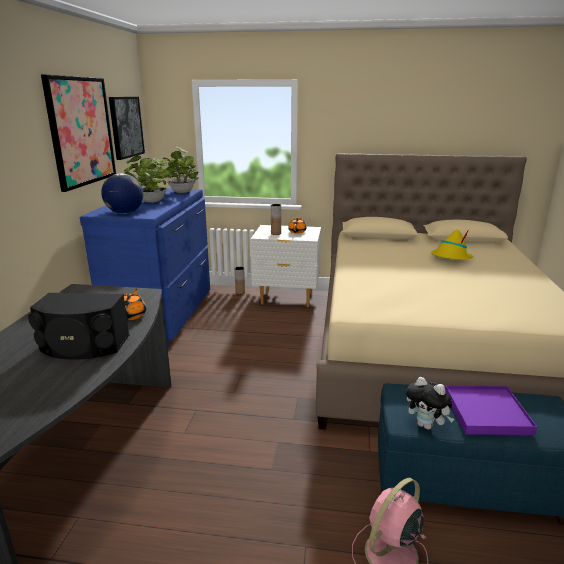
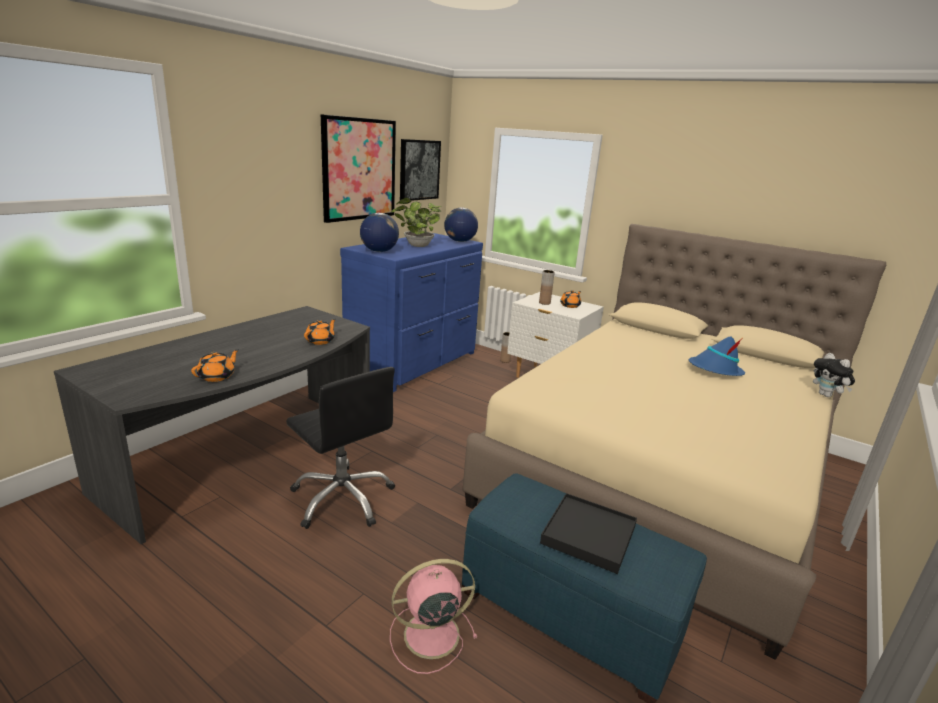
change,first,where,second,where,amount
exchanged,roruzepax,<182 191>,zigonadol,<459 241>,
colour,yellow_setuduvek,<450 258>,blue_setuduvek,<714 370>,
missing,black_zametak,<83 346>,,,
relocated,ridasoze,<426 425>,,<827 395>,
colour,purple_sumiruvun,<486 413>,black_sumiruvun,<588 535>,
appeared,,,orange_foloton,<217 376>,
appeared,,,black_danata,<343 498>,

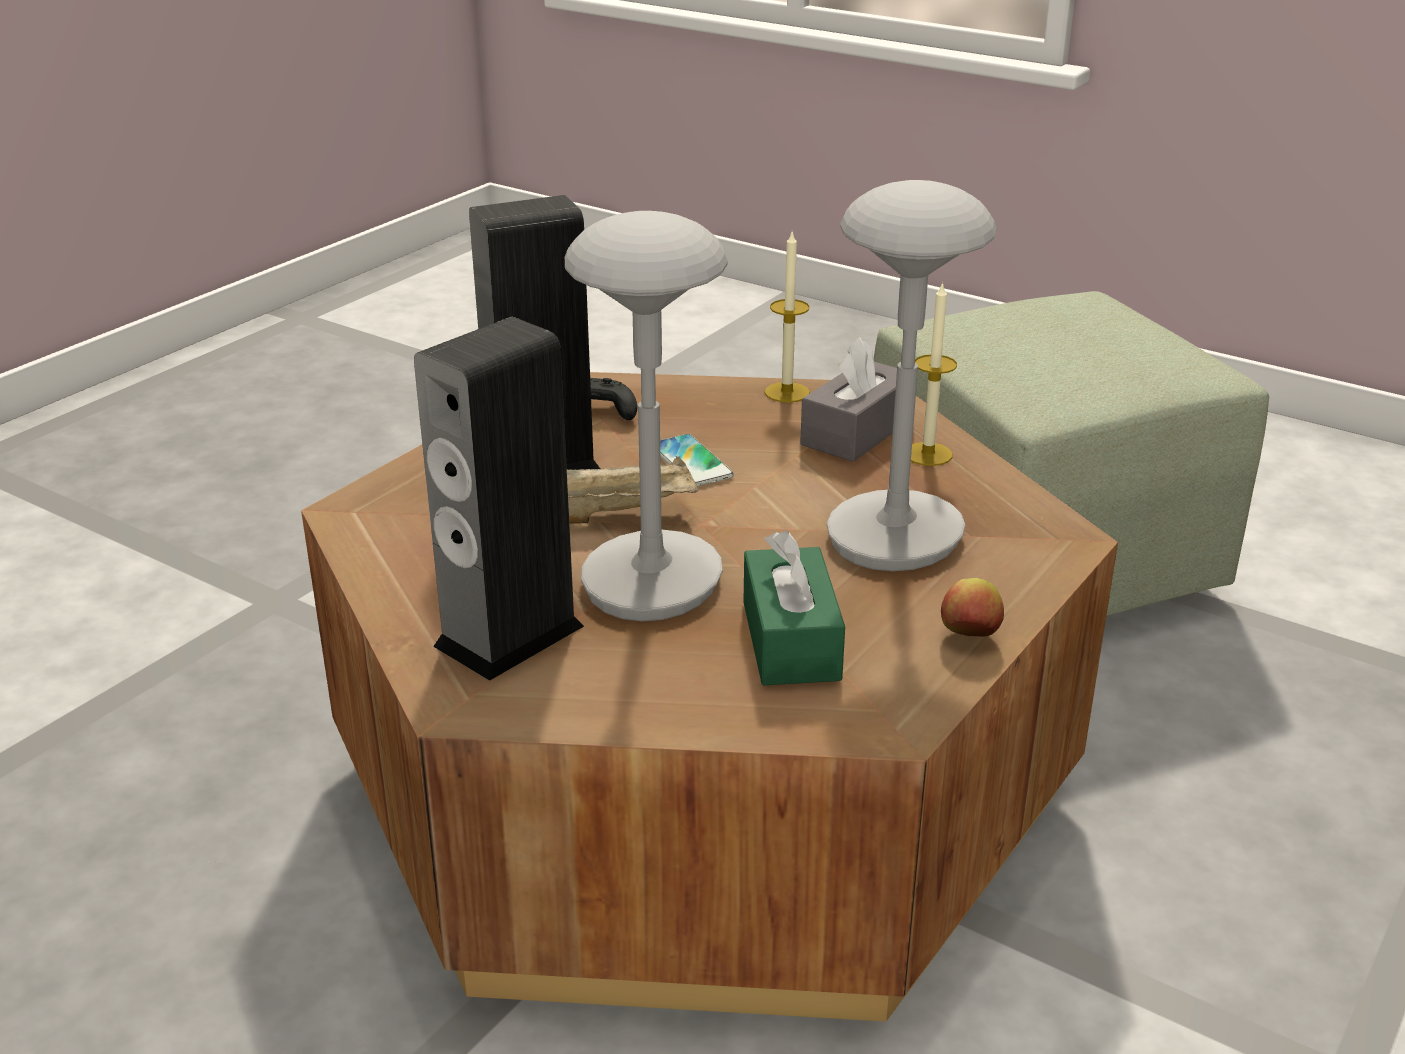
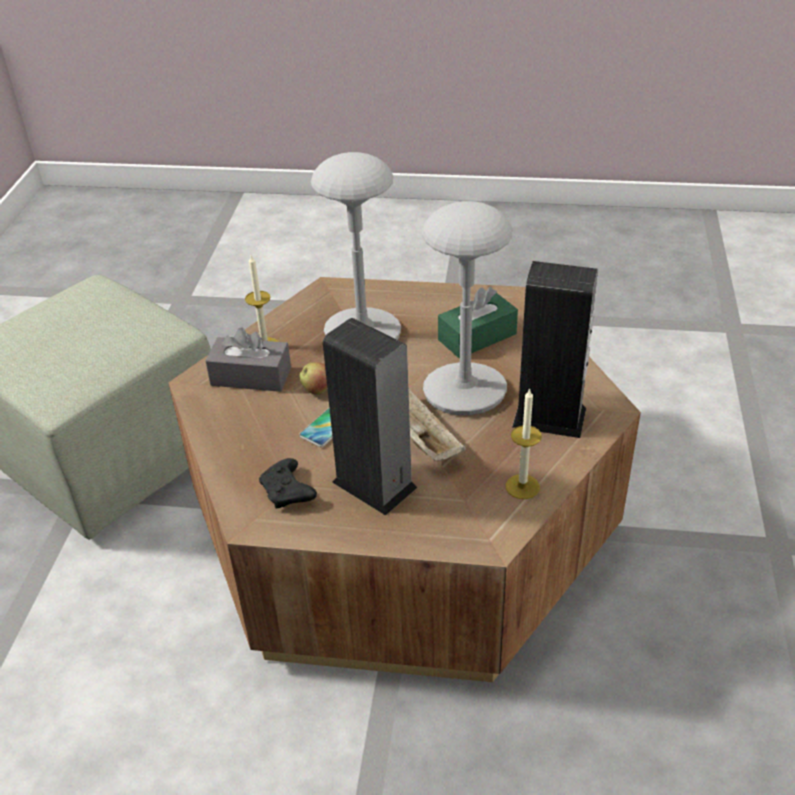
change,first,where,second,where,amount
relocated,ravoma,<787 392>,,<522 486>,
relocated,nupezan,<969 636>,,<317 390>,

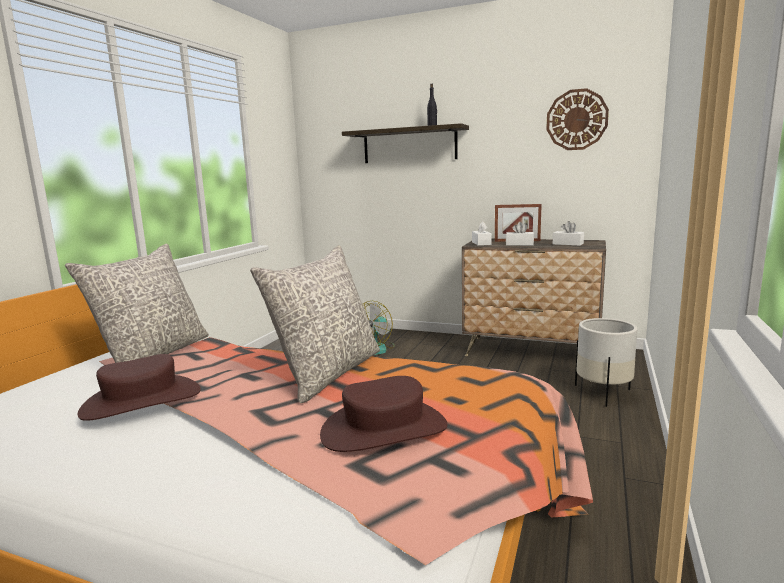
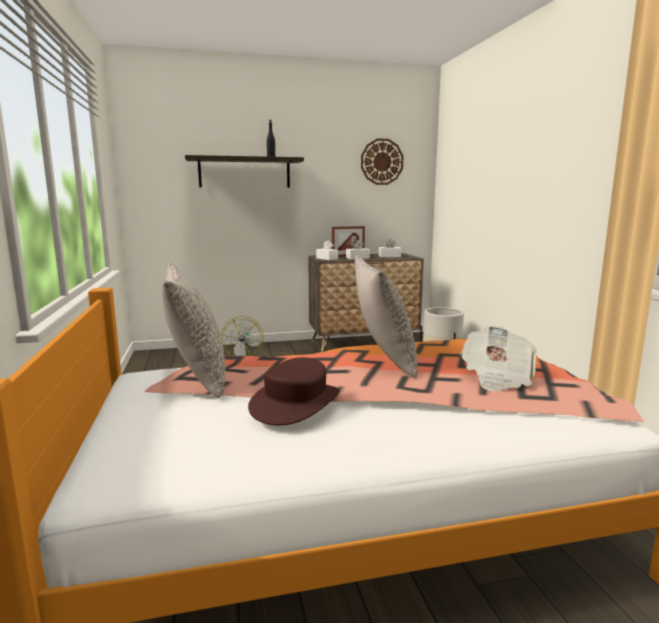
change,first,where,second,where,amount
exchanged,brown_setuduvek,<384 429>,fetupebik,<496 378>,

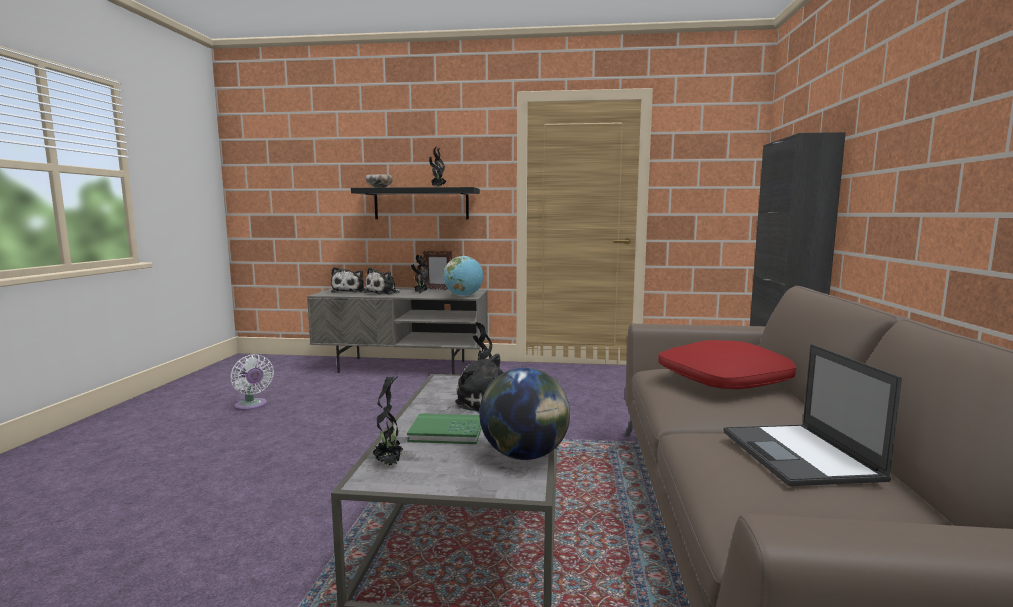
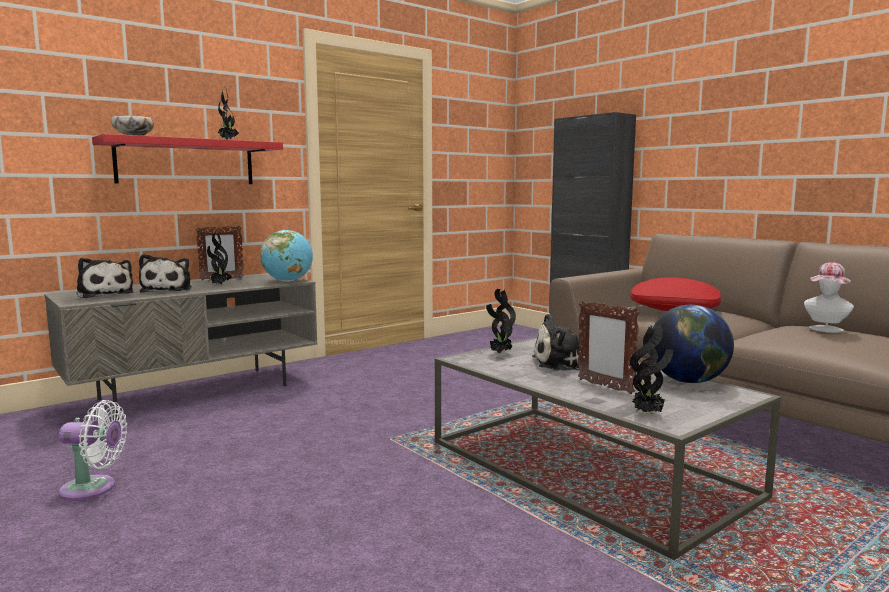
change,first,where,second,where,amount
colour,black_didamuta,<421 204>,red_didamuta,<186 162>,
exchanged,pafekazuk,<800 455>,setuduvek,<825 330>,
exchanged,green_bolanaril,<446 432>,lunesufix,<604 386>,

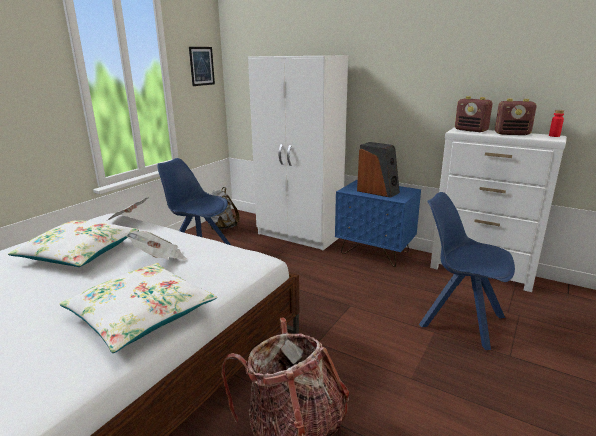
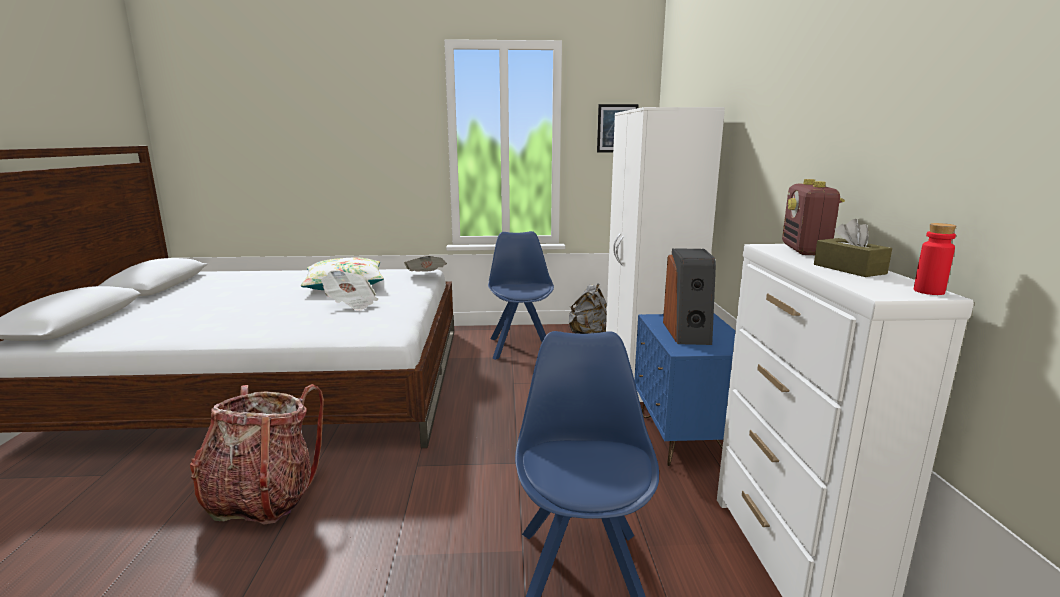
change,first,where,second,where,amount
exchanged,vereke,<512 134>,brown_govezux,<849 269>,
missing,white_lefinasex,<141 315>,,,

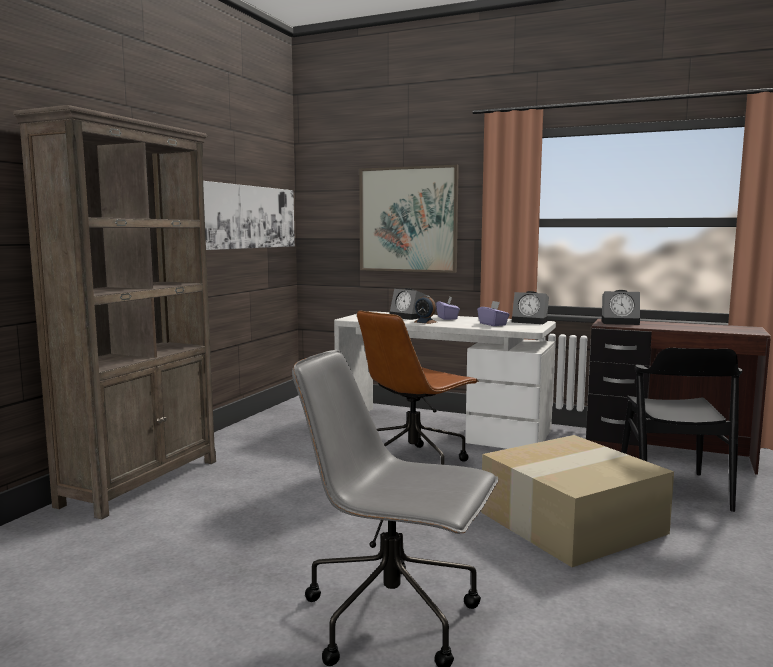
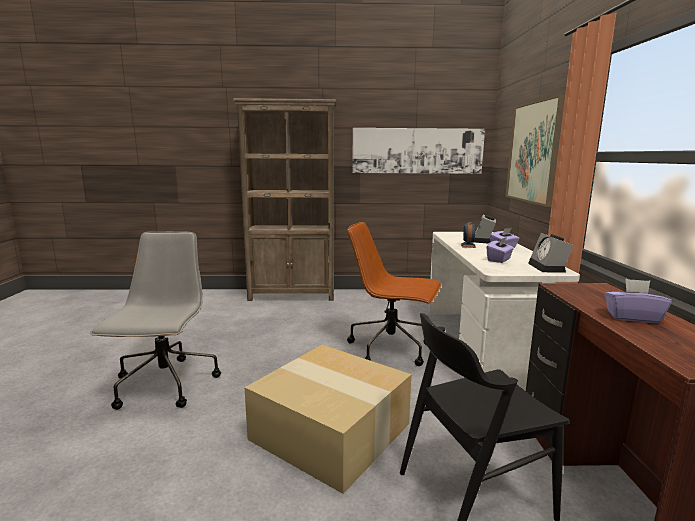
change,first,where,second,where,amount
missing,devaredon,<621 322>,,,
appeared,,,purple_govezux,<632 317>,

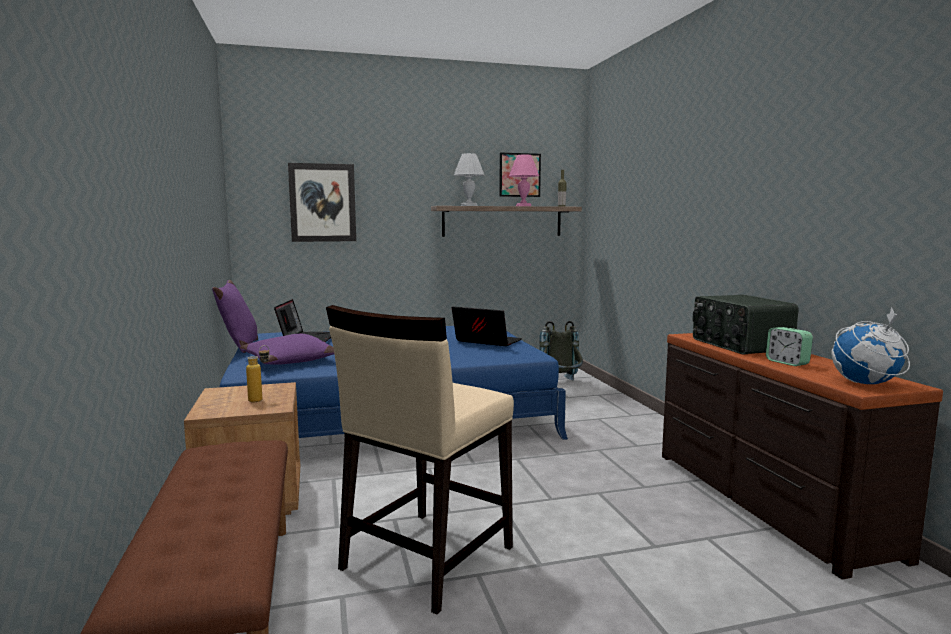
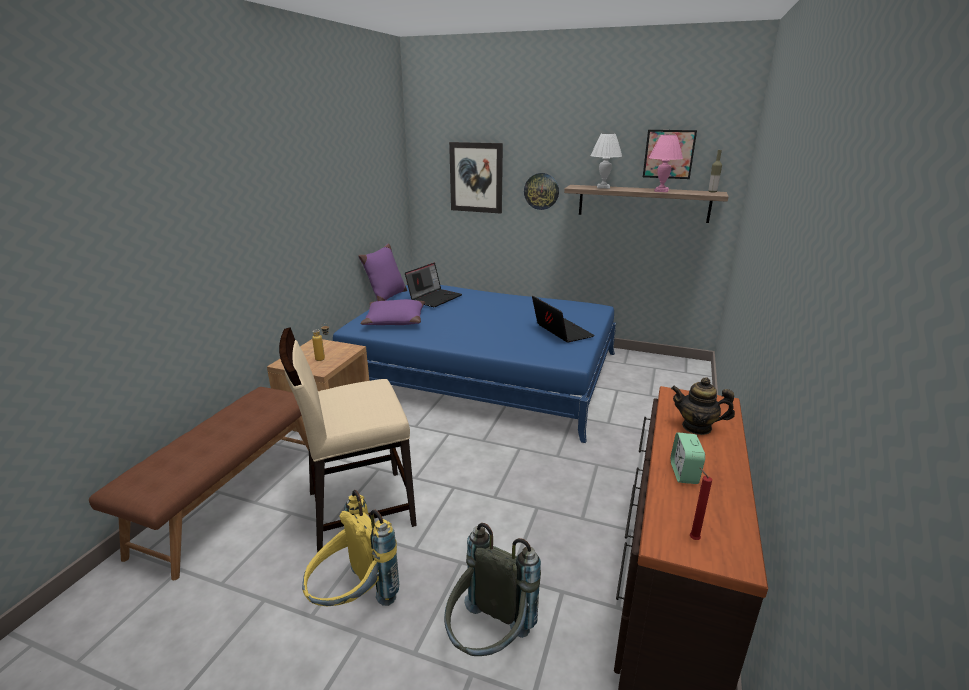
change,first,where,second,where,amount
exchanged,vereke,<739 345>,foloton,<697 427>,
exchanged,zigonadol,<865 383>,red_ravoma,<692 538>,
relocated,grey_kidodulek,<561 384>,,<488 641>,
appeared,,,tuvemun,<541 191>,
appeared,,,yellow_kidodulek,<353 600>,

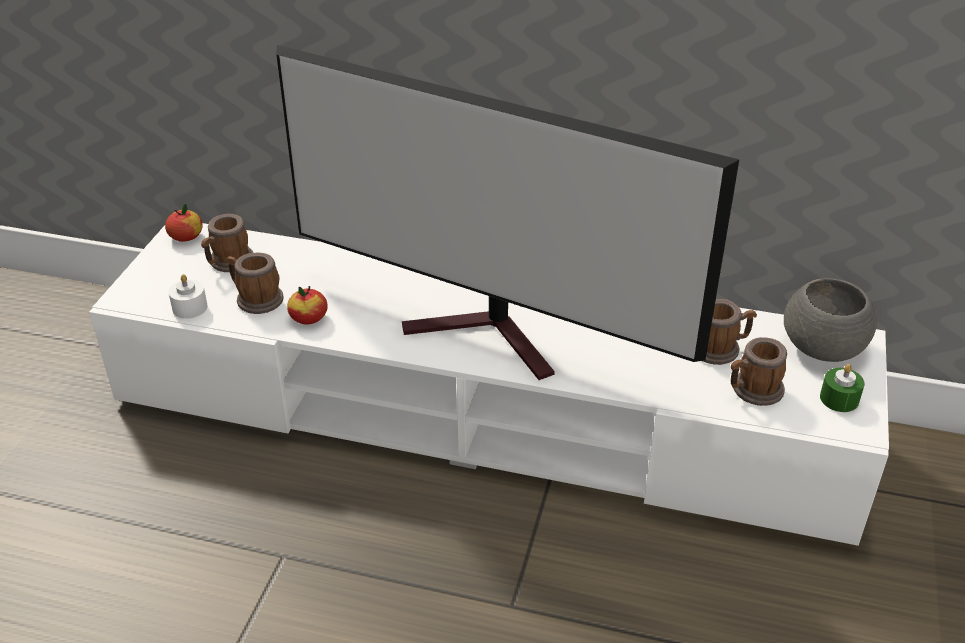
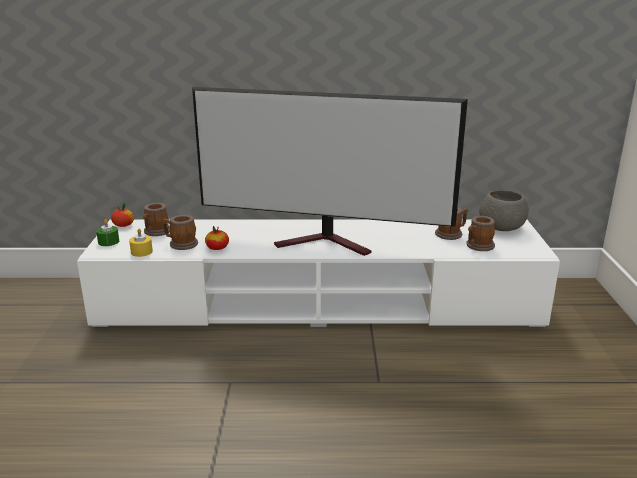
change,first,where,second,where,amount
colour,white_ravoma,<190 307>,yellow_ravoma,<141 252>,
relocated,green_ravoma,<839 399>,,<108 242>,

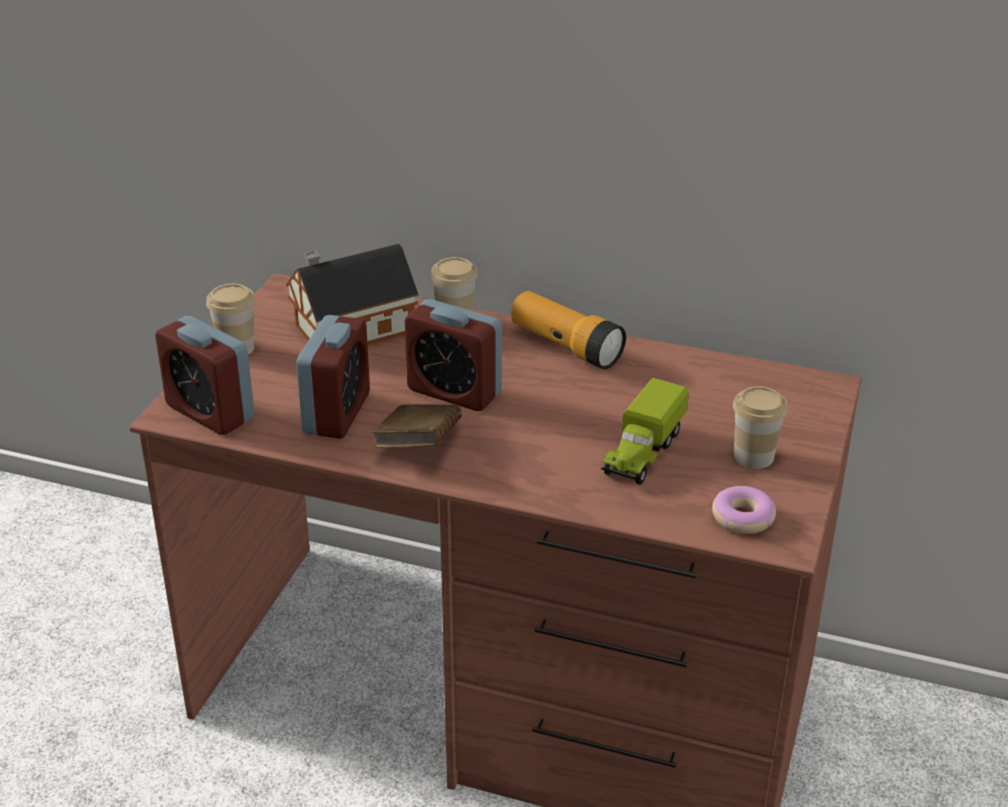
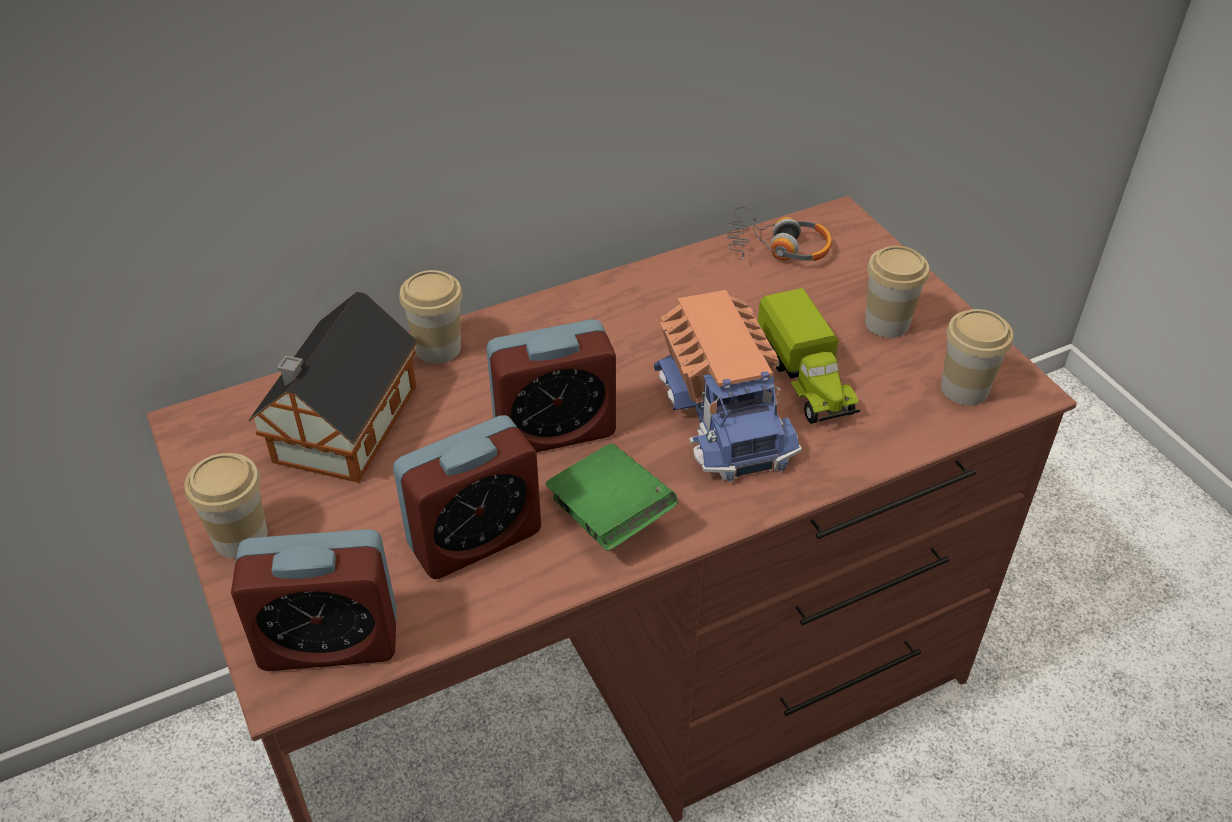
change,first,where,second,where,amount
missing,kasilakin,<566 346>,,,
spun,devaredon,<337 413>,,<475 538>,90 degrees clockwise
colour,brown_bolanaril,<418 446>,green_bolanaril,<610 516>,
exchanged,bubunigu,<742 518>,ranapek,<964 389>,
appeared,,,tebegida,<777 247>,
appeared,,,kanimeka,<726 414>,

